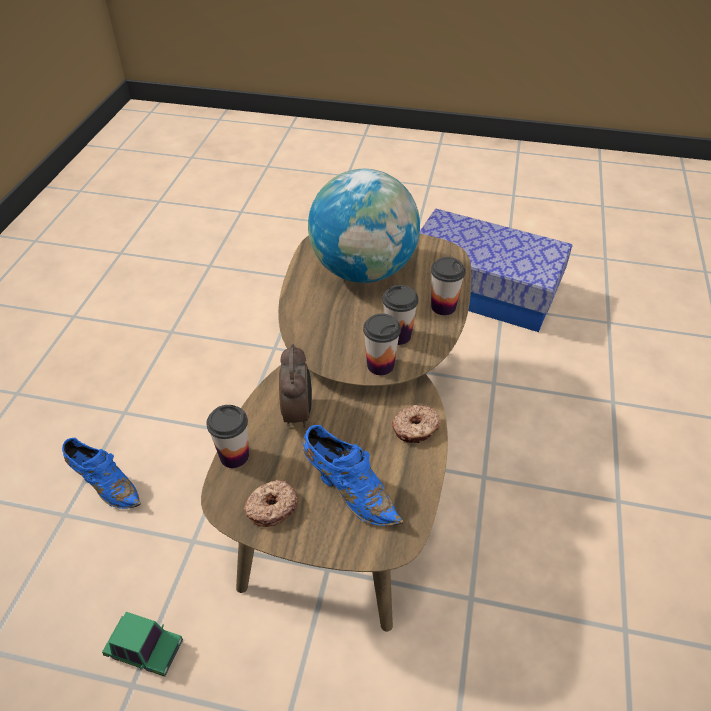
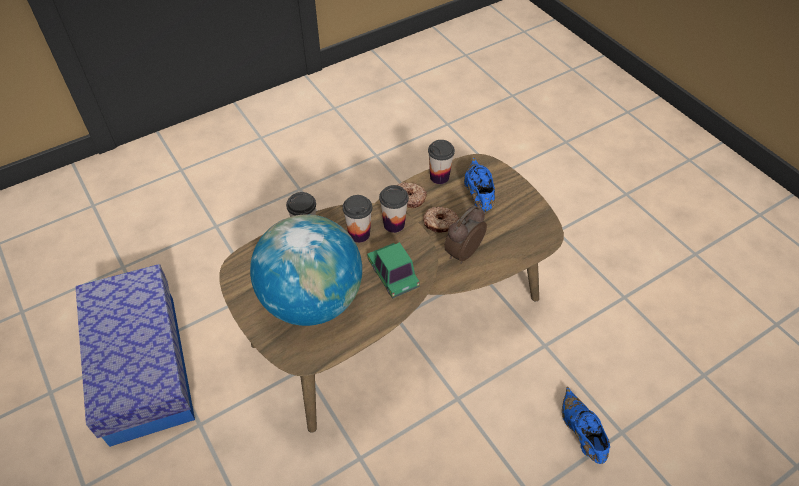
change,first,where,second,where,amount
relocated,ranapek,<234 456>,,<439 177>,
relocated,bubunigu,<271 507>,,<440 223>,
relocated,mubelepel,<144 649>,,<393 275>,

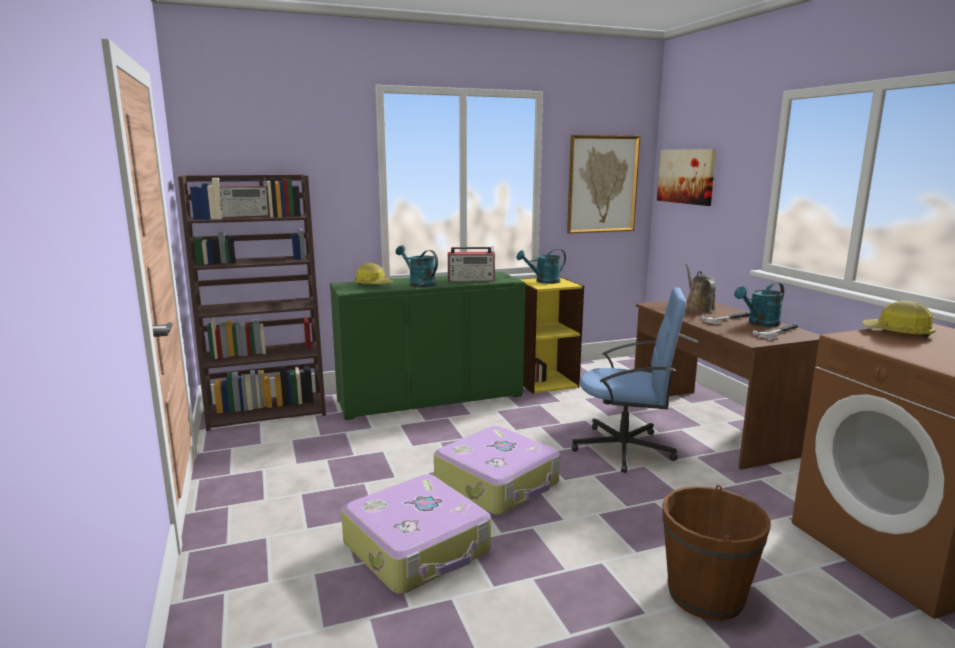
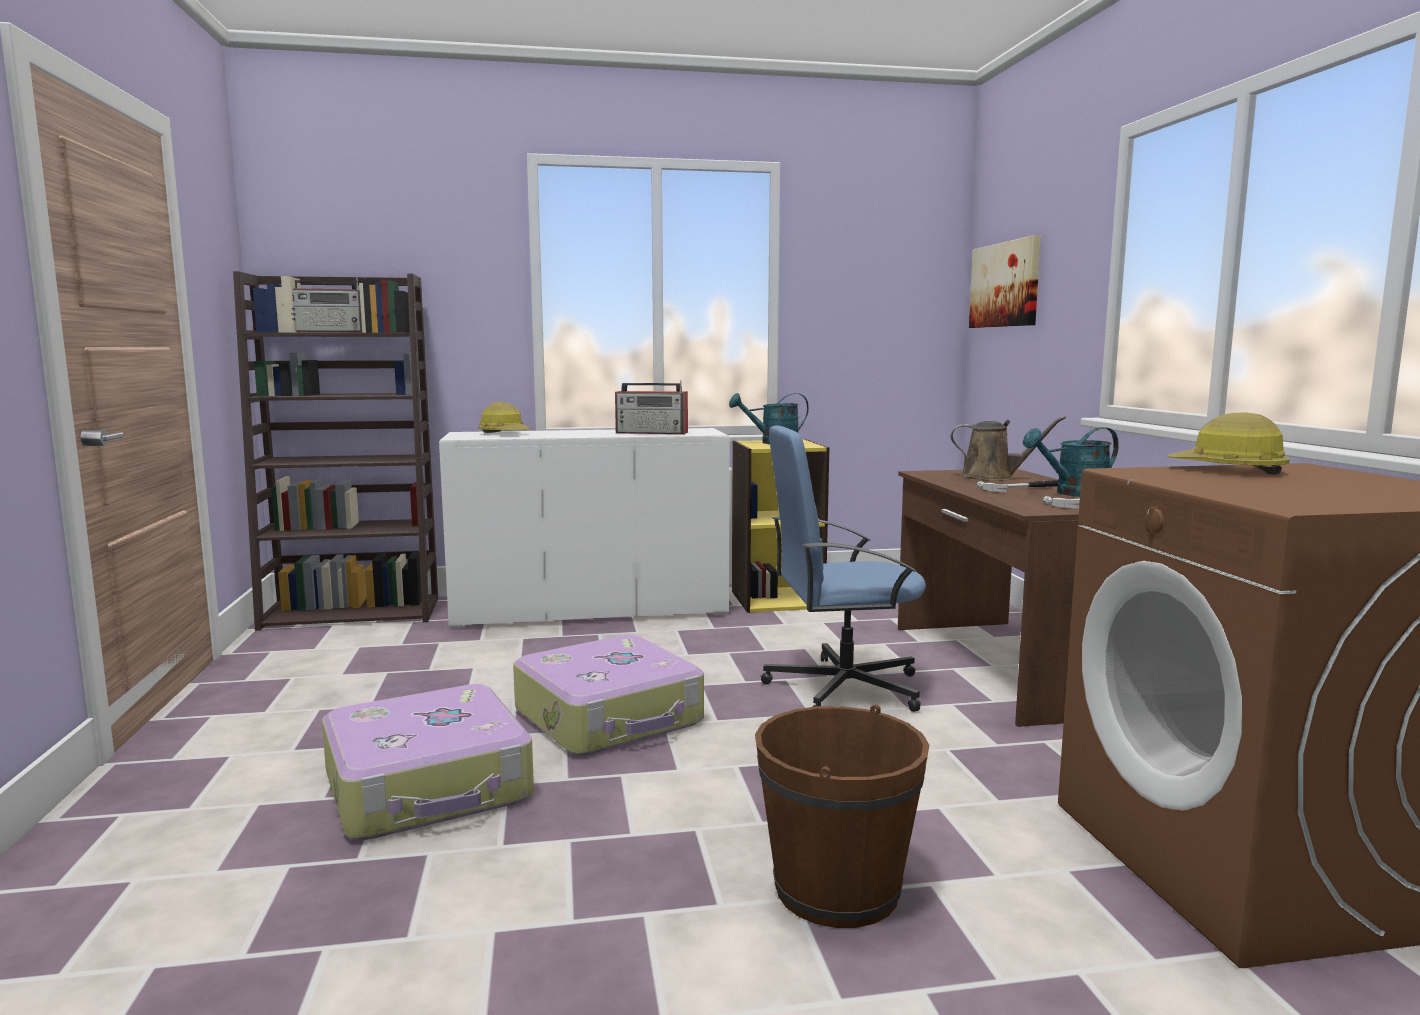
change,first,where,second,where,amount
missing,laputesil,<602 184>,,,
missing,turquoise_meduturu,<418 284>,,,
spun,brown_meduturu,<698 308>,,<993 477>,105 degrees clockwise
colour,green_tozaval,<430 398>,white_tozaval,<590 610>,
spun,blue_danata,<625 449>,,<842 688>,150 degrees clockwise

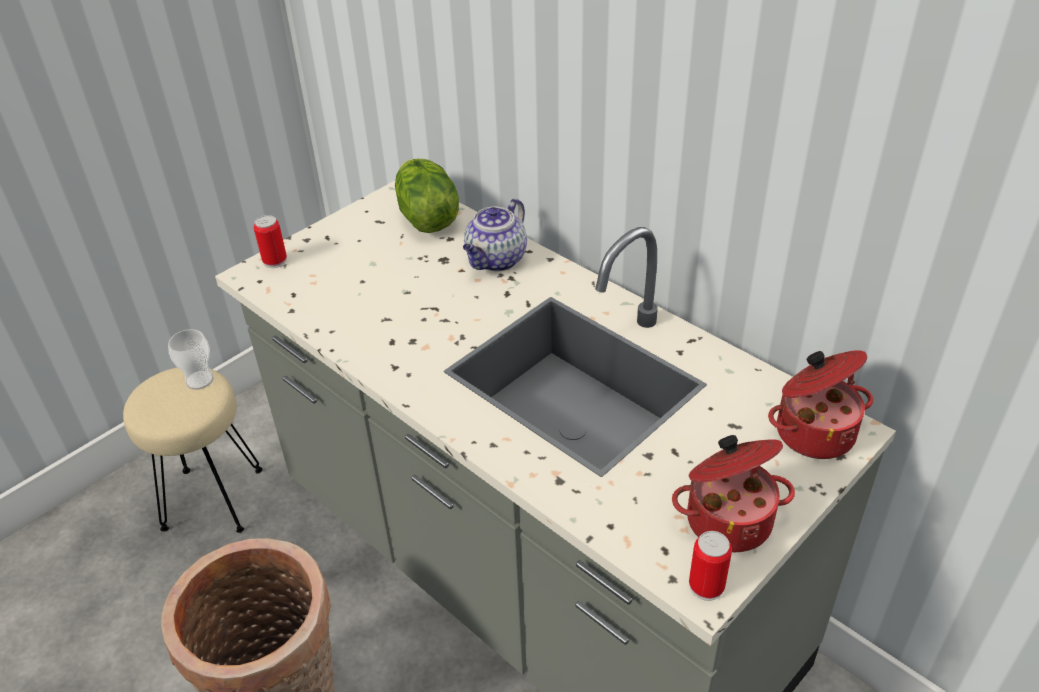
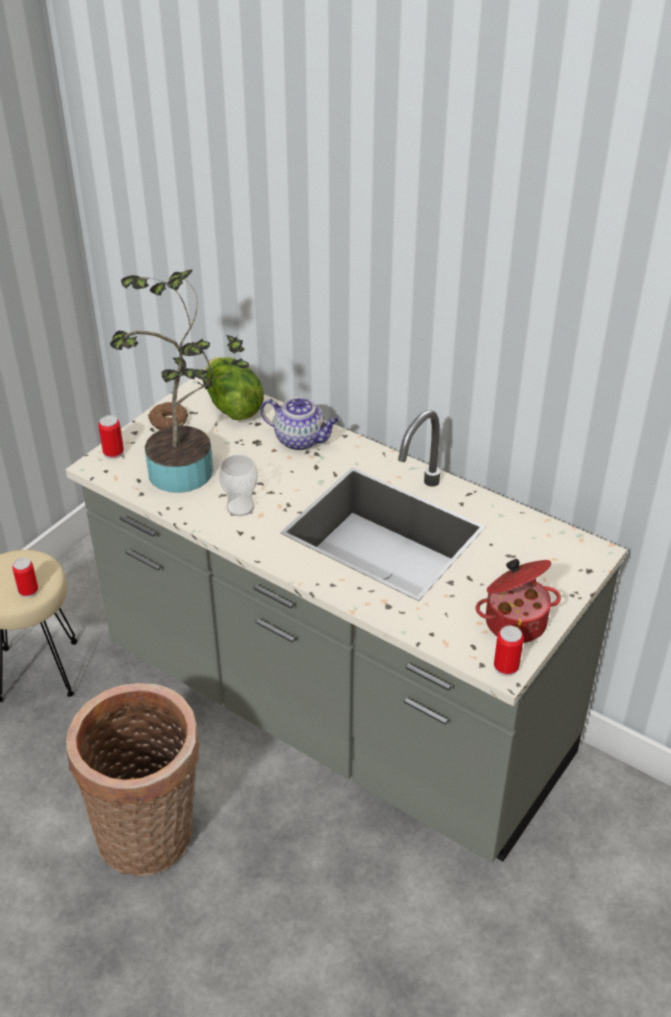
change,first,where,second,where,amount
spun,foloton,<496 260>,,<301 440>,90 degrees counterclockwise
relocated,ranapek,<199 380>,,<240 507>,
missing,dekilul,<813 431>,,,
appeared,,,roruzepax,<189 471>,
appeared,,,bubunigu,<168 422>,
appeared,,,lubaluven,<28 591>,

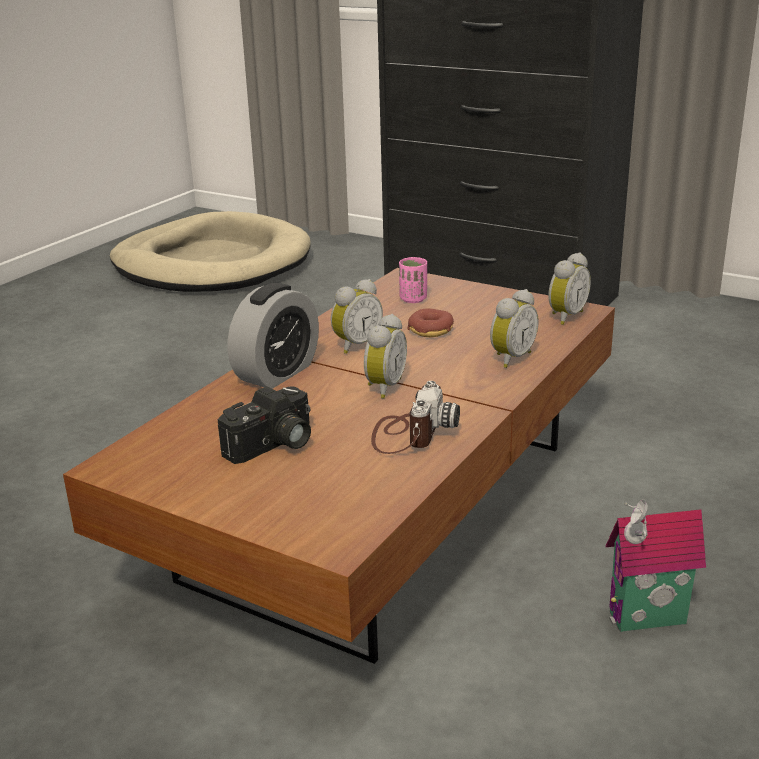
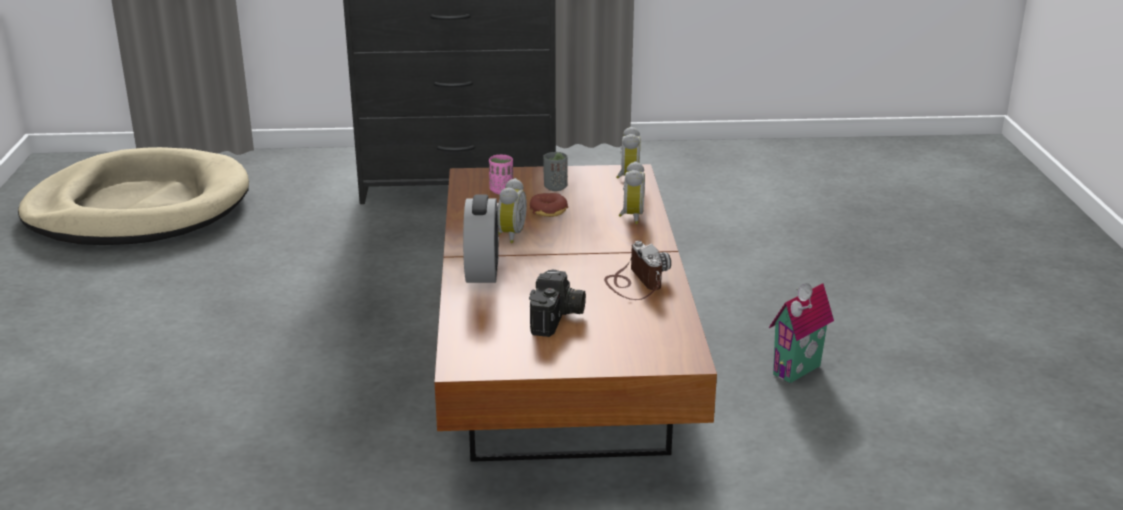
change,first,where,second,where,amount
missing,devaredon,<383 387>,,,
appeared,,,grey_ranapek,<555 187>,

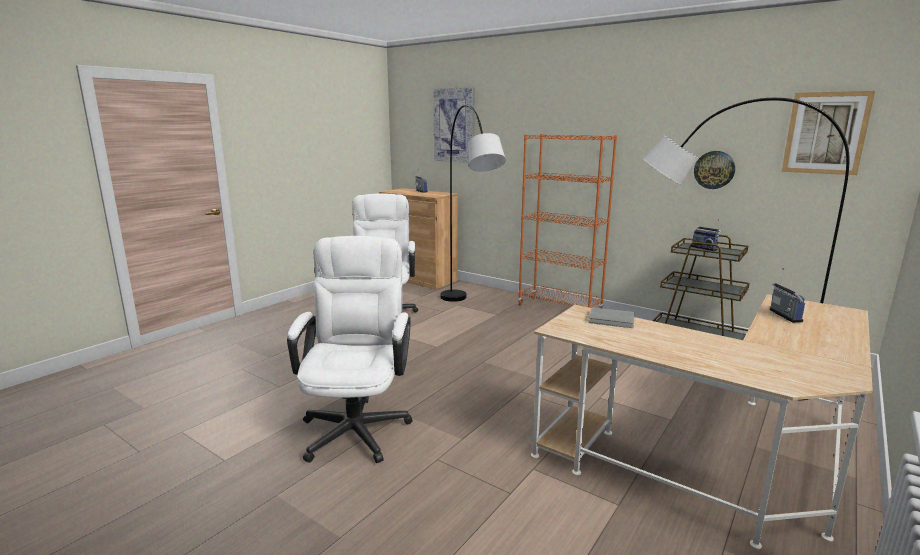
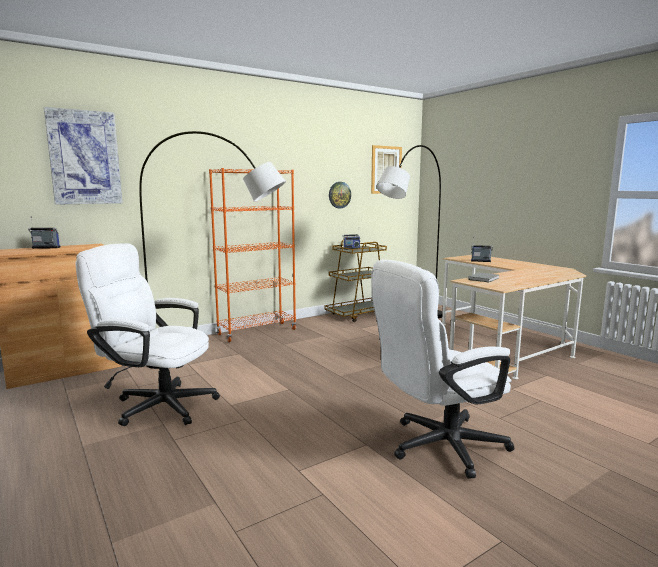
change,first,where,second,where,amount
spun,white_danata,<357 424>,,<437 447>,45 degrees counterclockwise

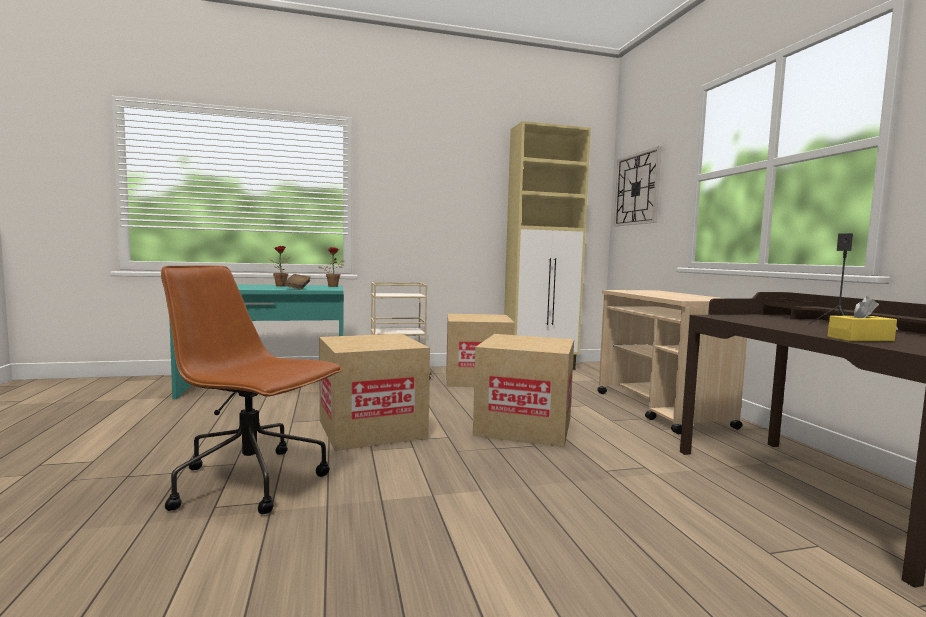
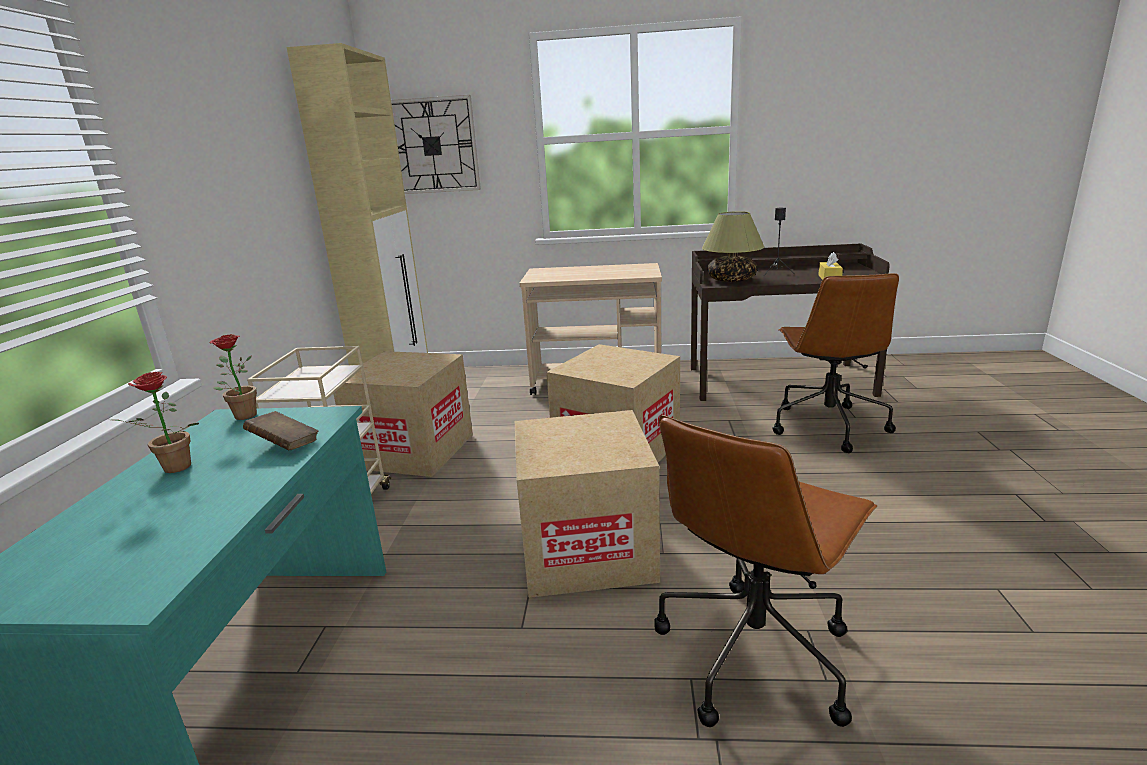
change,first,where,second,where,amount
appeared,,,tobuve,<731 280>,
appeared,,,brown_danata,<827 425>,

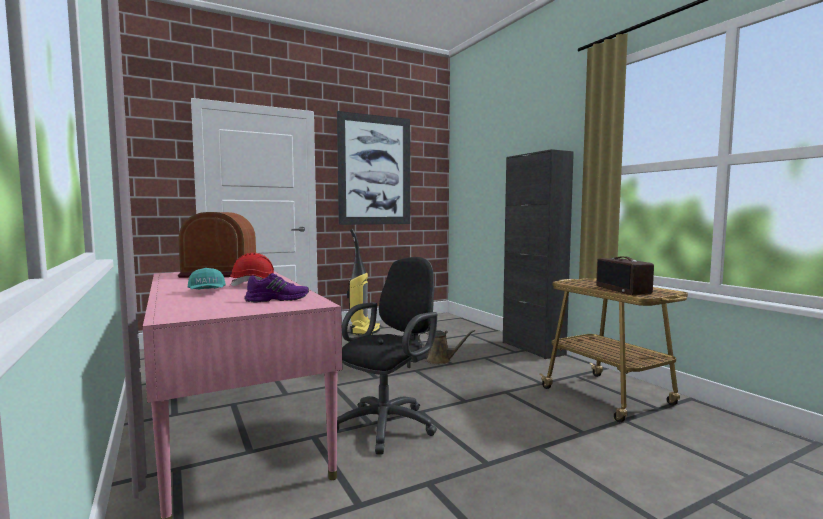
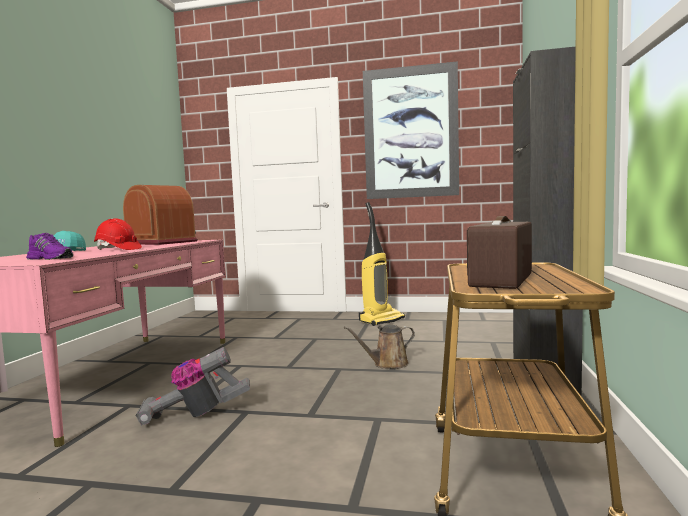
change,first,where,second,where,amount
exchanged,black_danata,<389 424>,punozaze,<195 415>,
spun,brown_meduturu,<440 360>,,<387 364>,105 degrees clockwise

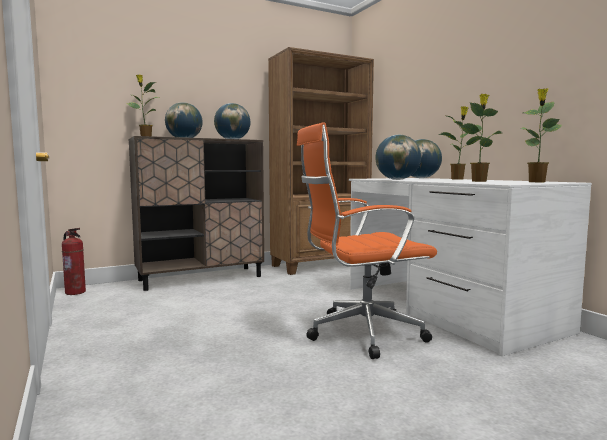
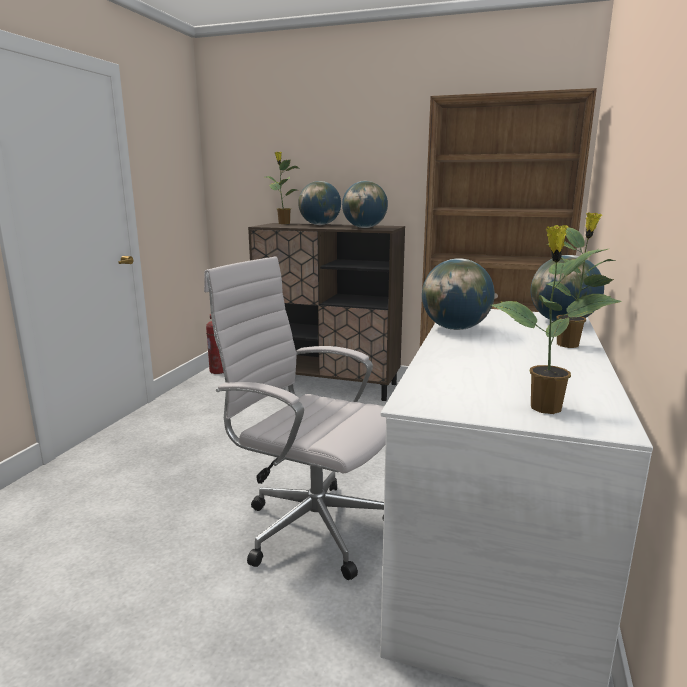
change,first,where,second,where,amount
missing,roruzepax,<479 181>,,,
colour,orange_danata,<360 334>,white_danata,<310 526>,

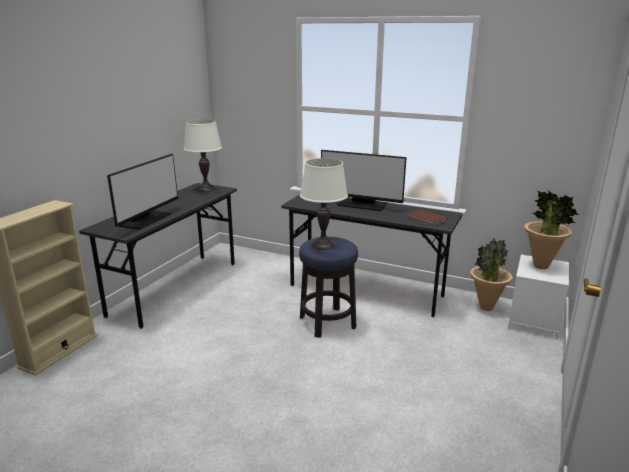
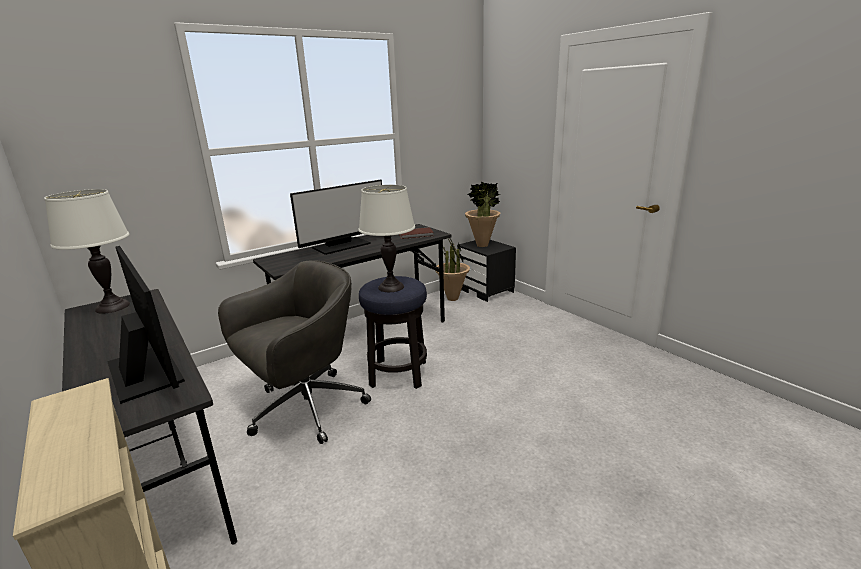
change,first,where,second,where,amount
colour,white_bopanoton,<534 321>,black_bopanoton,<486 290>,
appeared,,,grey_danata,<304 409>,

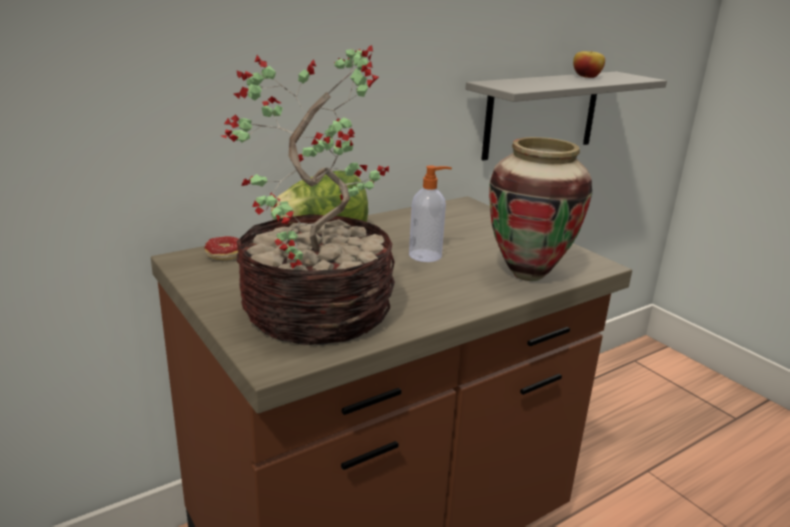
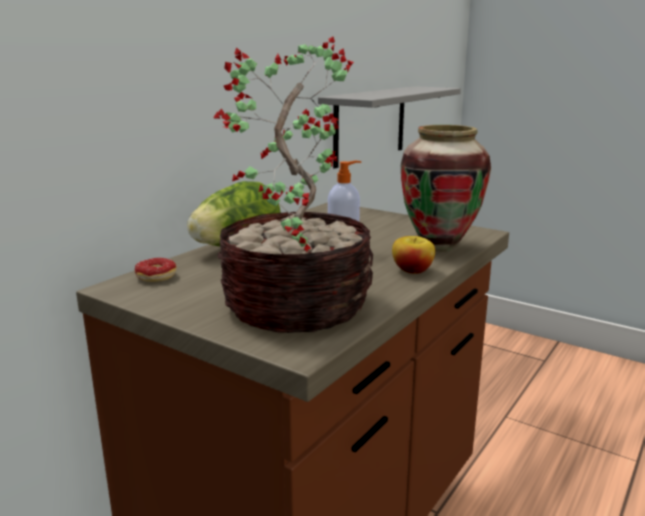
change,first,where,second,where,amount
relocated,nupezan,<586 77>,,<412 270>,

